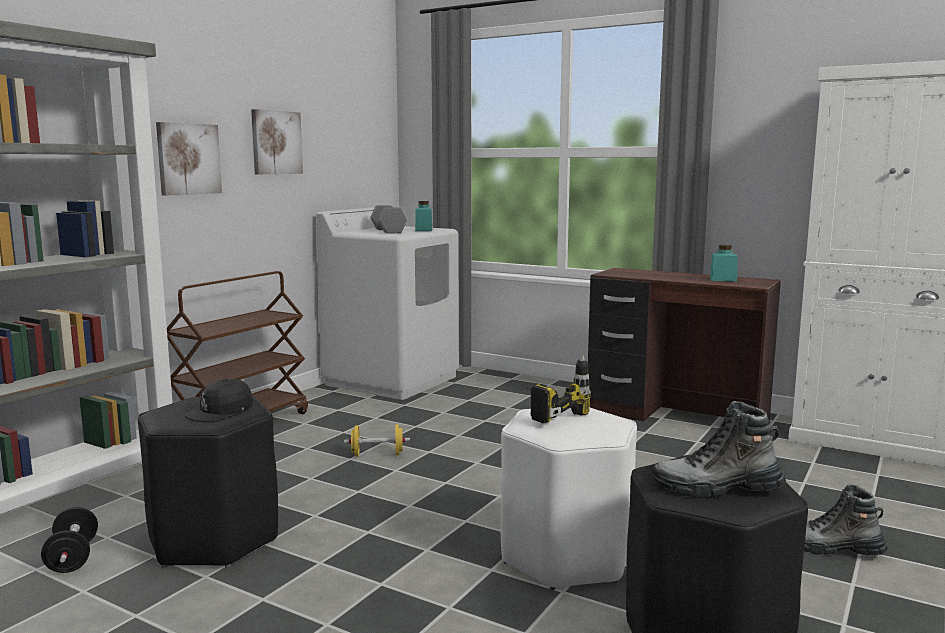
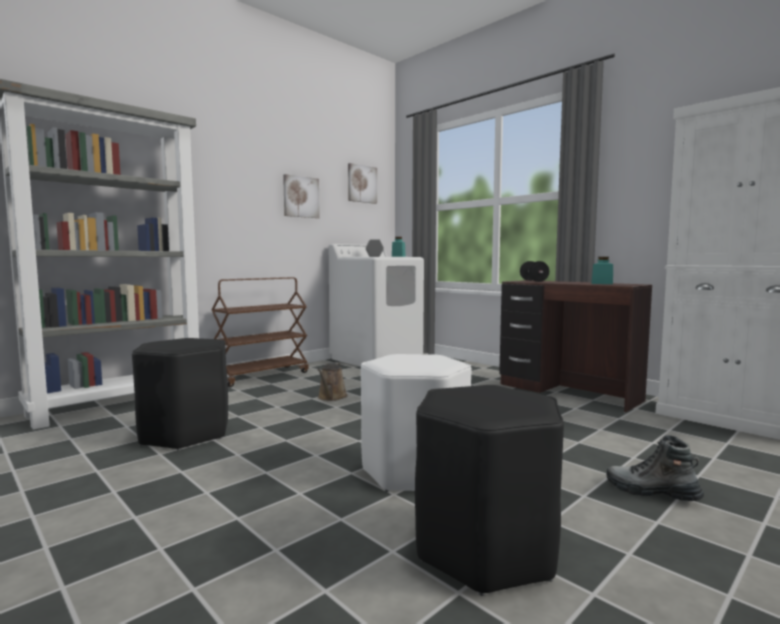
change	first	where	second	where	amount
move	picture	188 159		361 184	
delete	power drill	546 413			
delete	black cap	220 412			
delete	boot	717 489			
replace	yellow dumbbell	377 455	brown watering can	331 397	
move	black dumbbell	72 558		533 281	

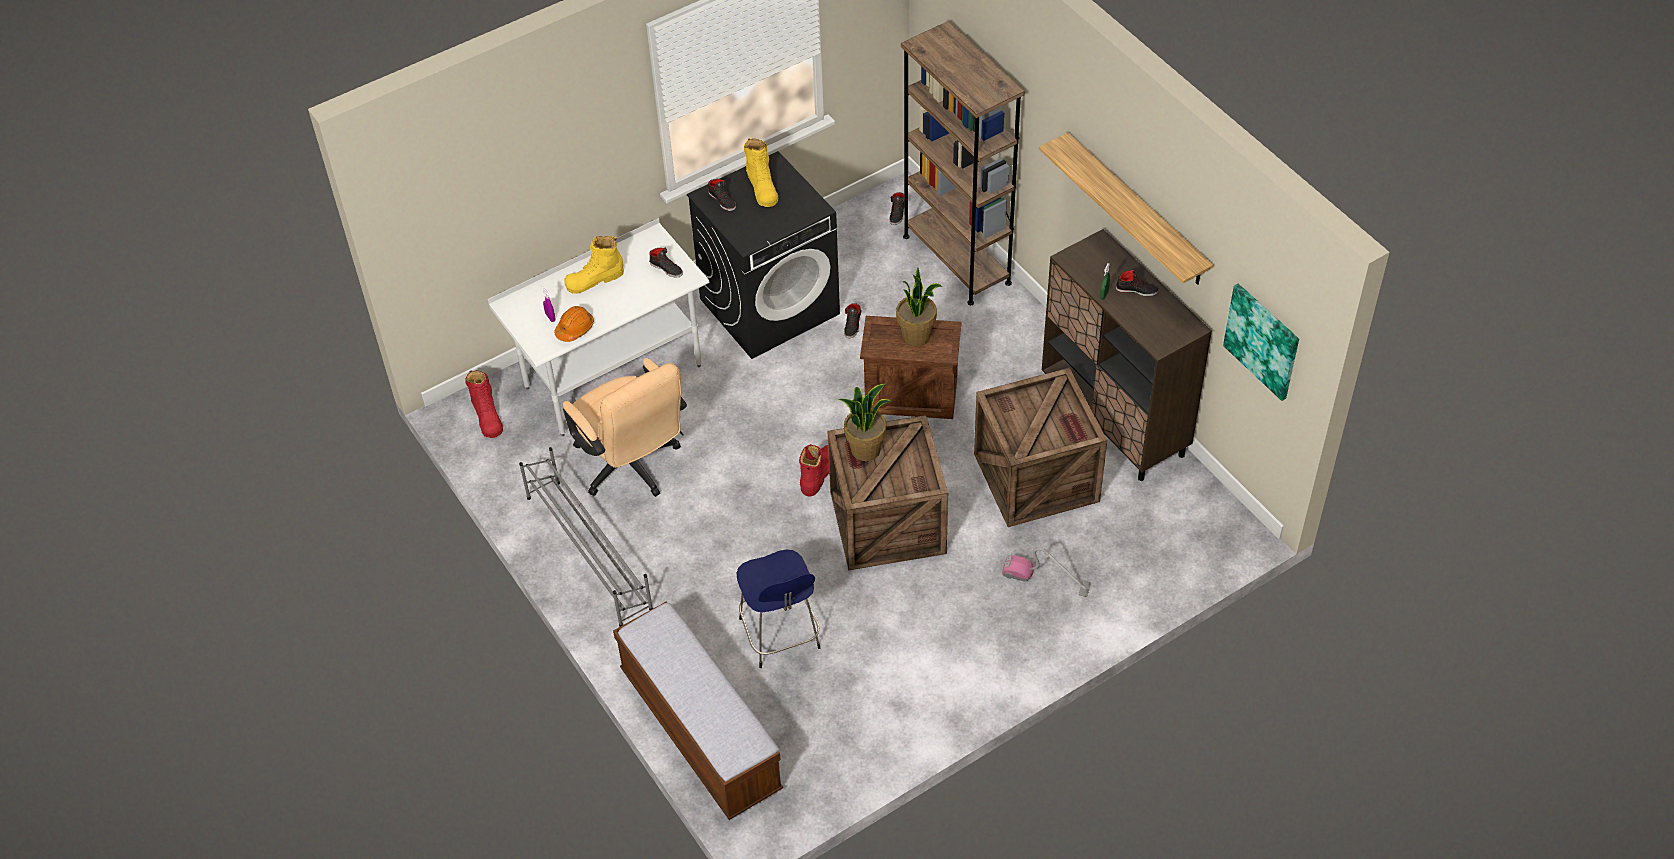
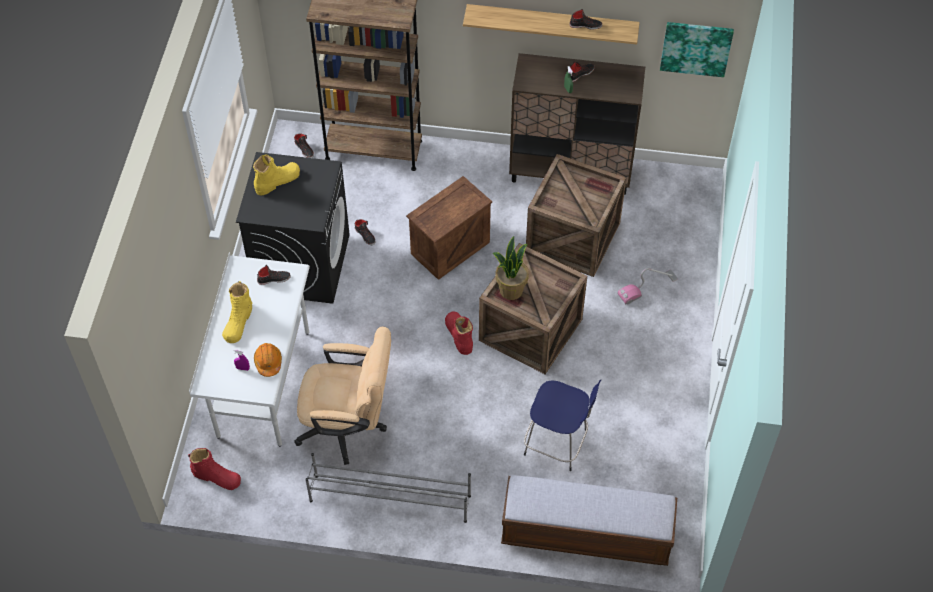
change	first	where	second	where	amount
rotate	yellow boot	762 187		277 181	60 degrees counterclockwise
move	black shoe	722 200		585 25	
delete	potted plant	917 336			

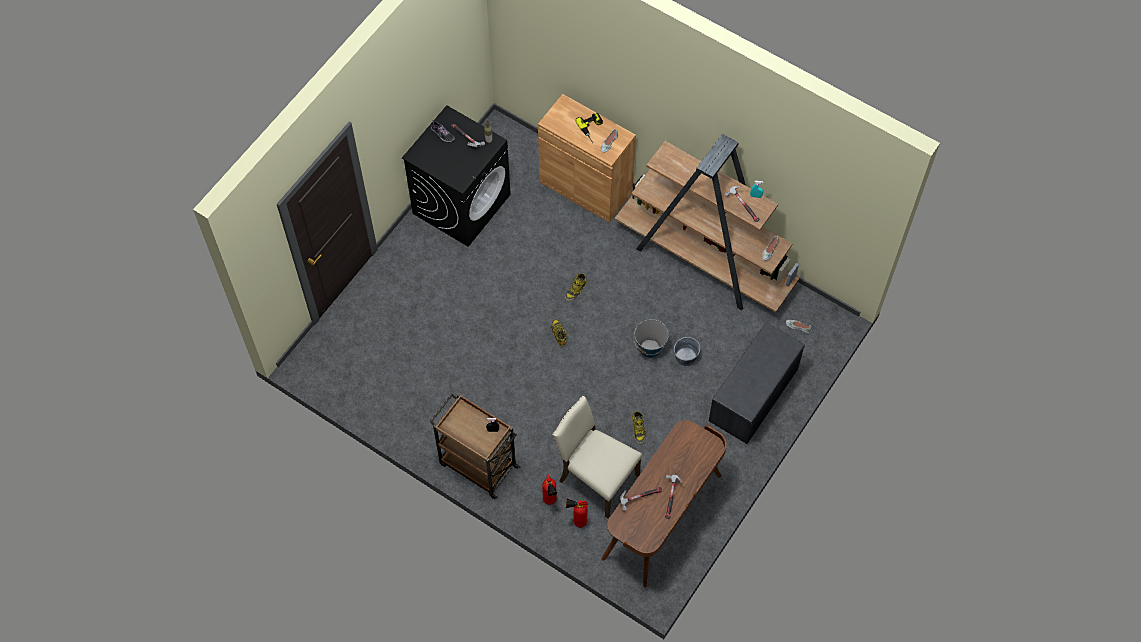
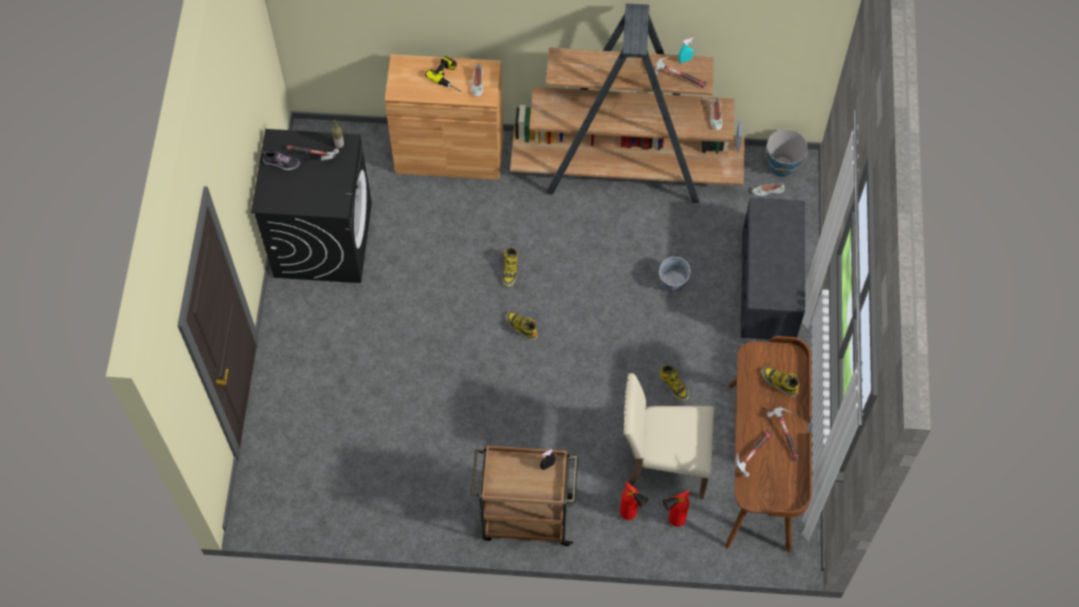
change	first	where	second	where	amount
move	bucket	650 348		782 166	
insert			boot	779 382	

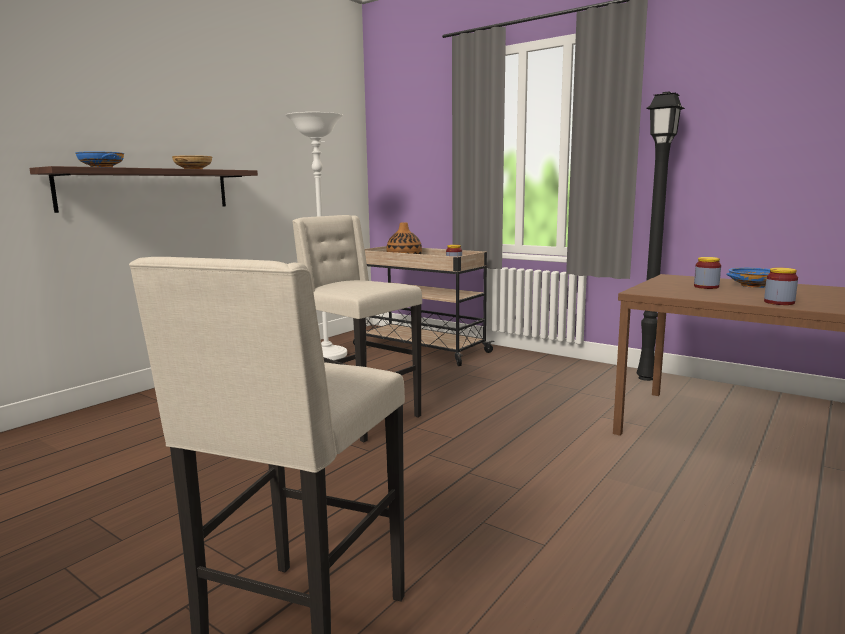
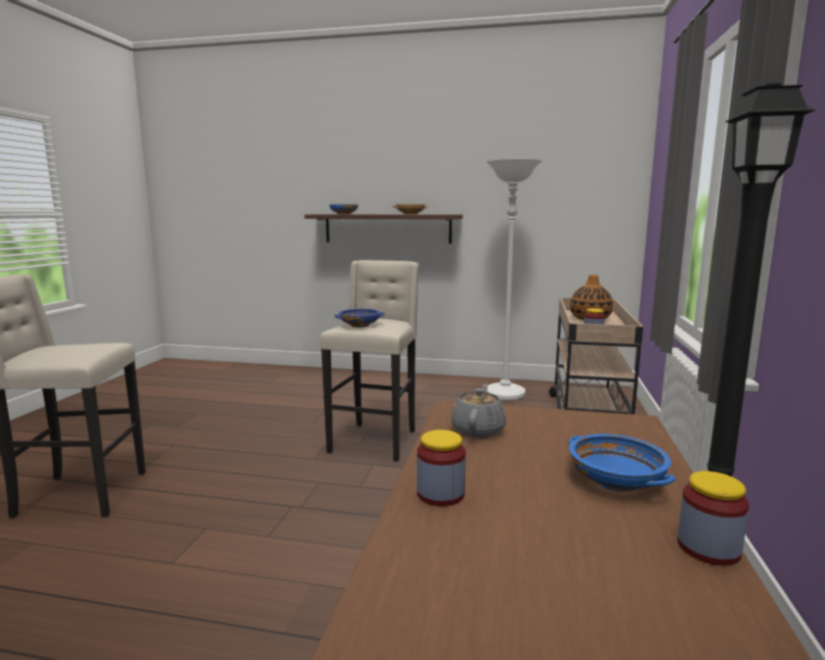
change	first	where	second	where	amount
move	jar	706 287		708 548	
insert			blue bowl	360 325	
insert			grey teapot	478 430	

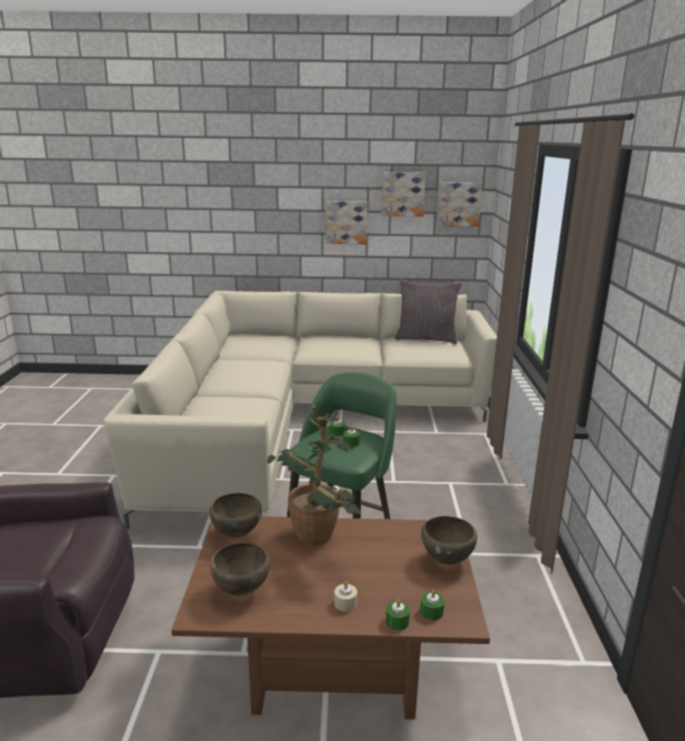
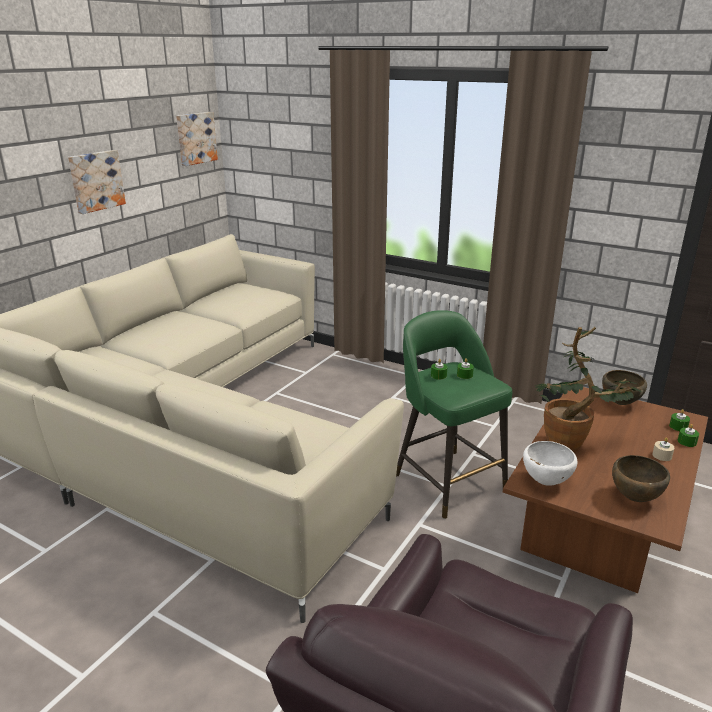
change	first	where	second	where	amount
delete	picture	403 194			
delete	grey pillow	426 339			
recolor	brown bowl	236 534	white bowl	545 482	

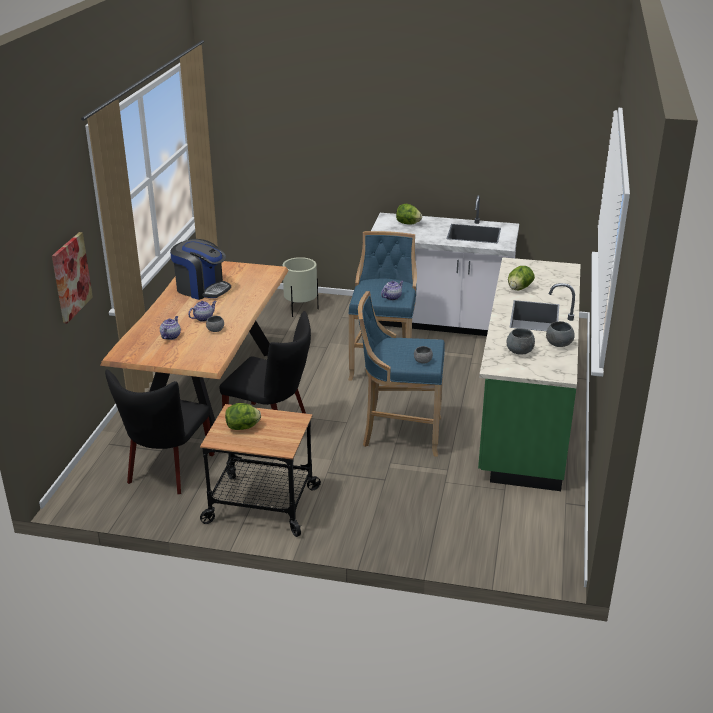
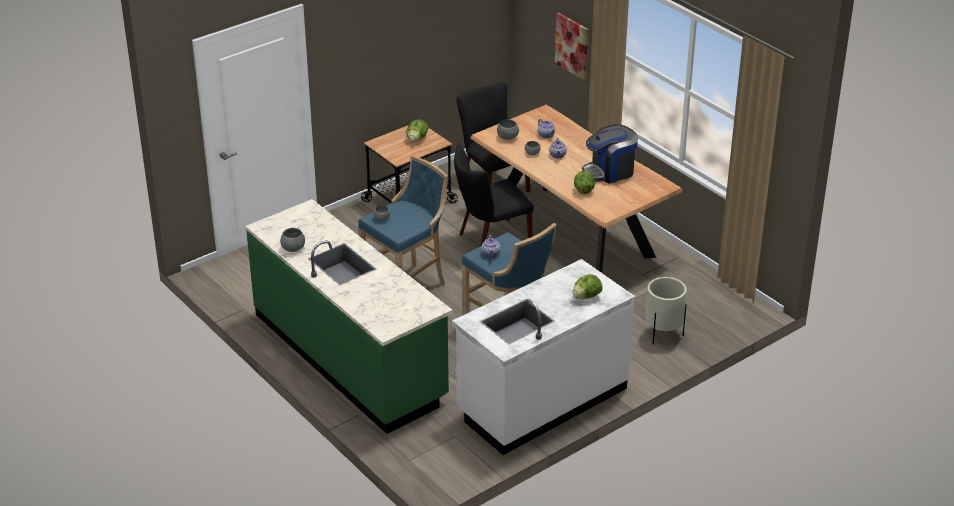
change	first	where	second	where	amount
move	lettuce	519 288		583 190	
move	grey bowl	519 352		507 137	

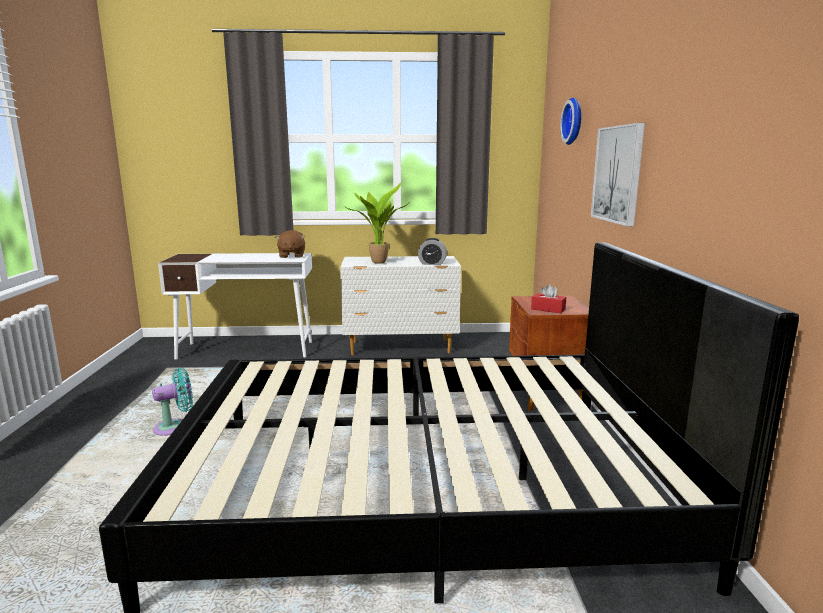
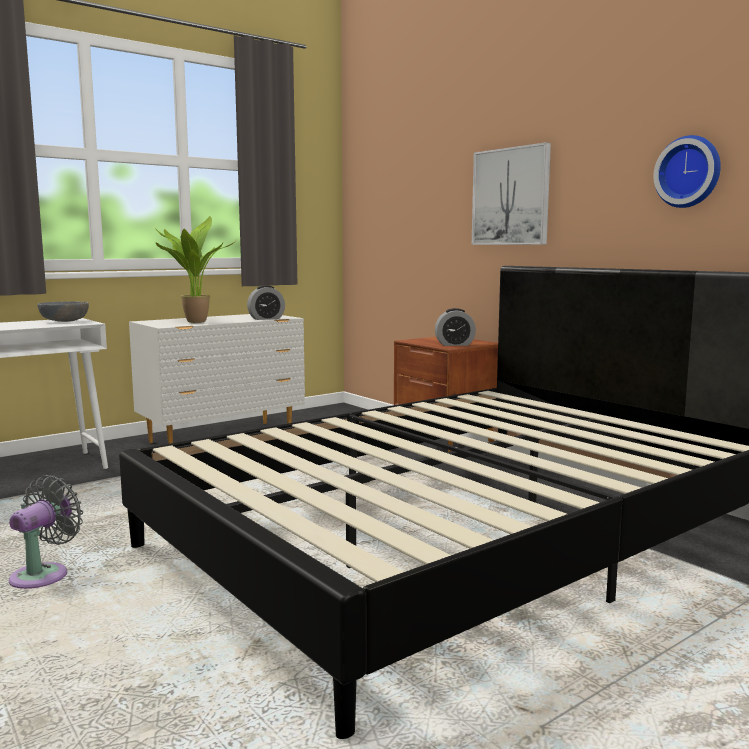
change	first	where	second	where	amount
move	wall clock	574 121		689 172	
replace	brown plush toy	291 256	grey bowl	64 321	
replace	red tissue box	548 309	alarm clock	454 344	
recolor	turquoise fan	175 427	grey fan	44 575	

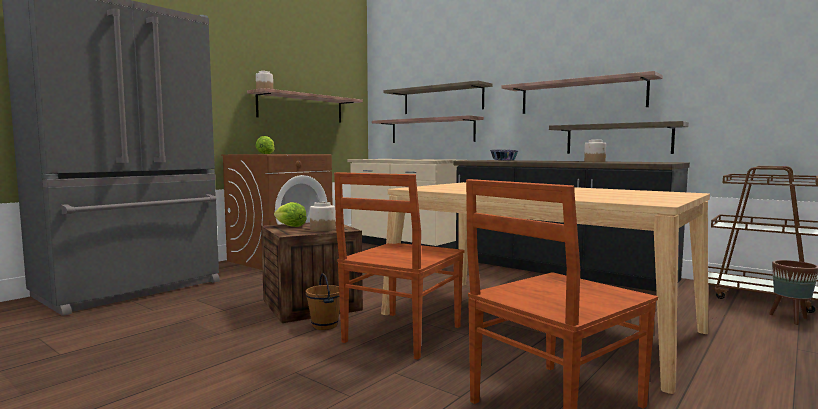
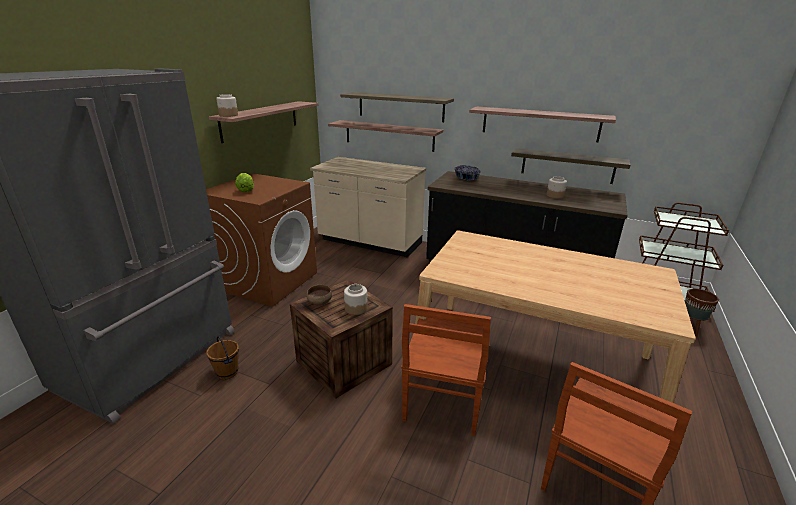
change	first	where	second	where	amount
replace	lettuce	290 226	brown bowl	319 302	
move	brown bucket	324 326		227 373	

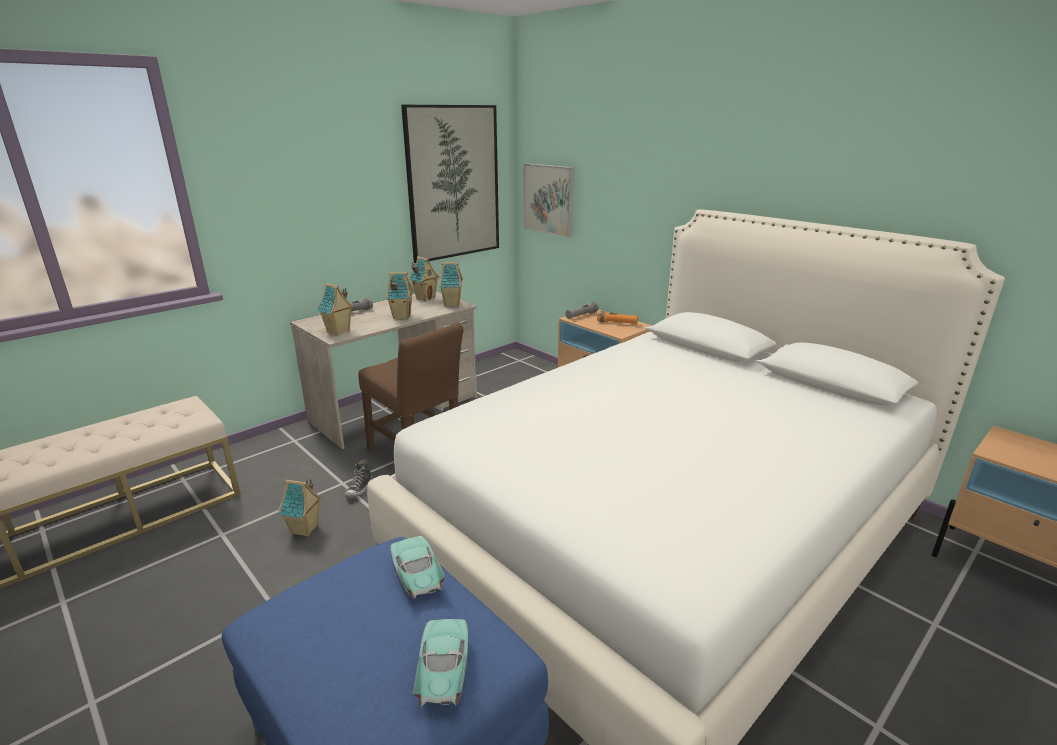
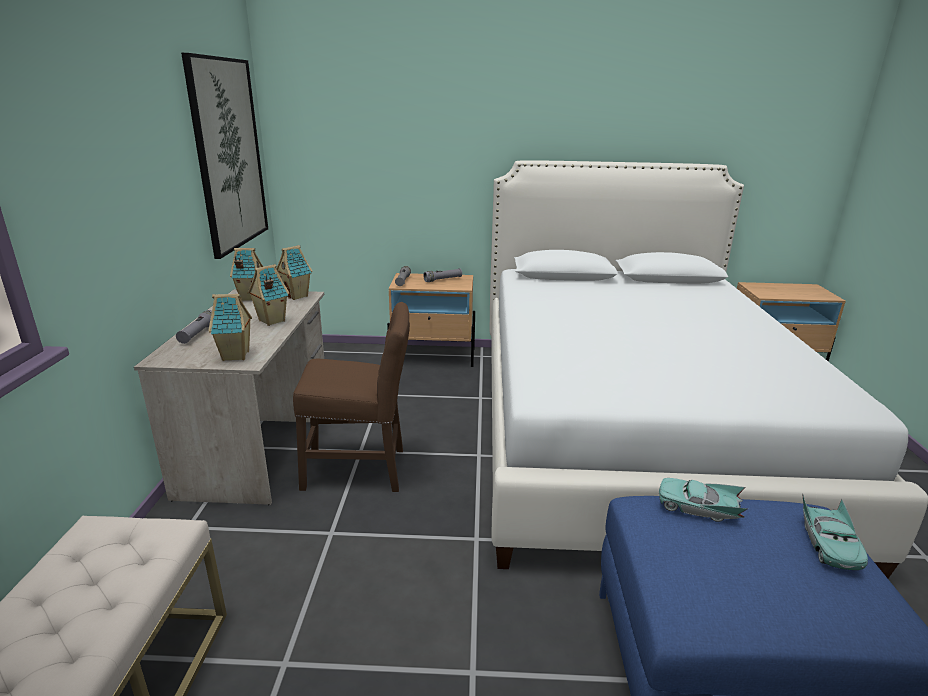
change	first	where	second	where	amount
delete	picture	548 199			
recolor	orange flashlight	617 323	grey flashlight	443 280	
delete	shoe	359 489			
delete	toy house	305 530			
rotate	turquoise toy car	444 670		828 543	120 degrees counterclockwise

